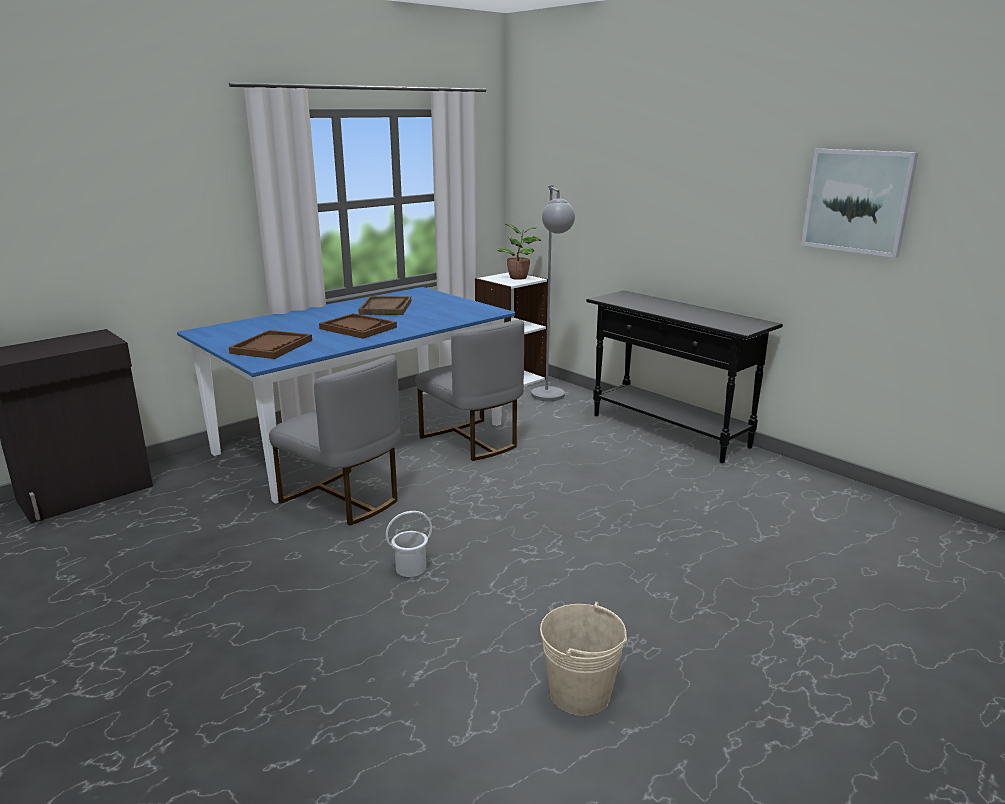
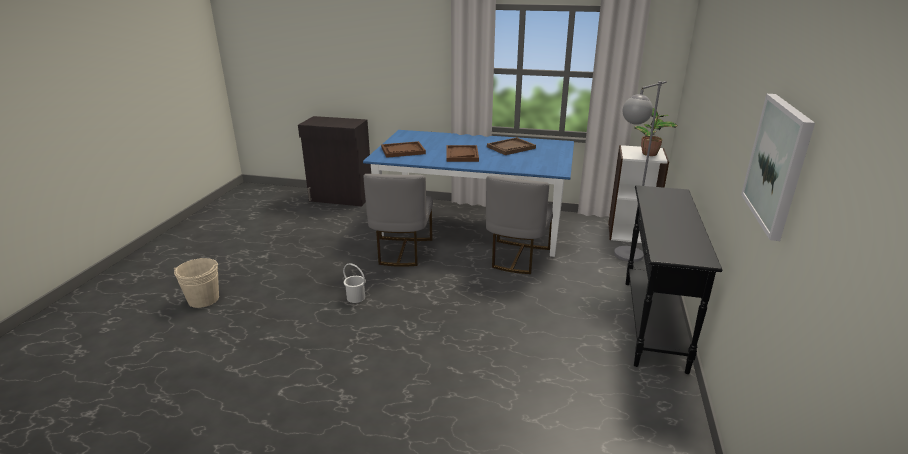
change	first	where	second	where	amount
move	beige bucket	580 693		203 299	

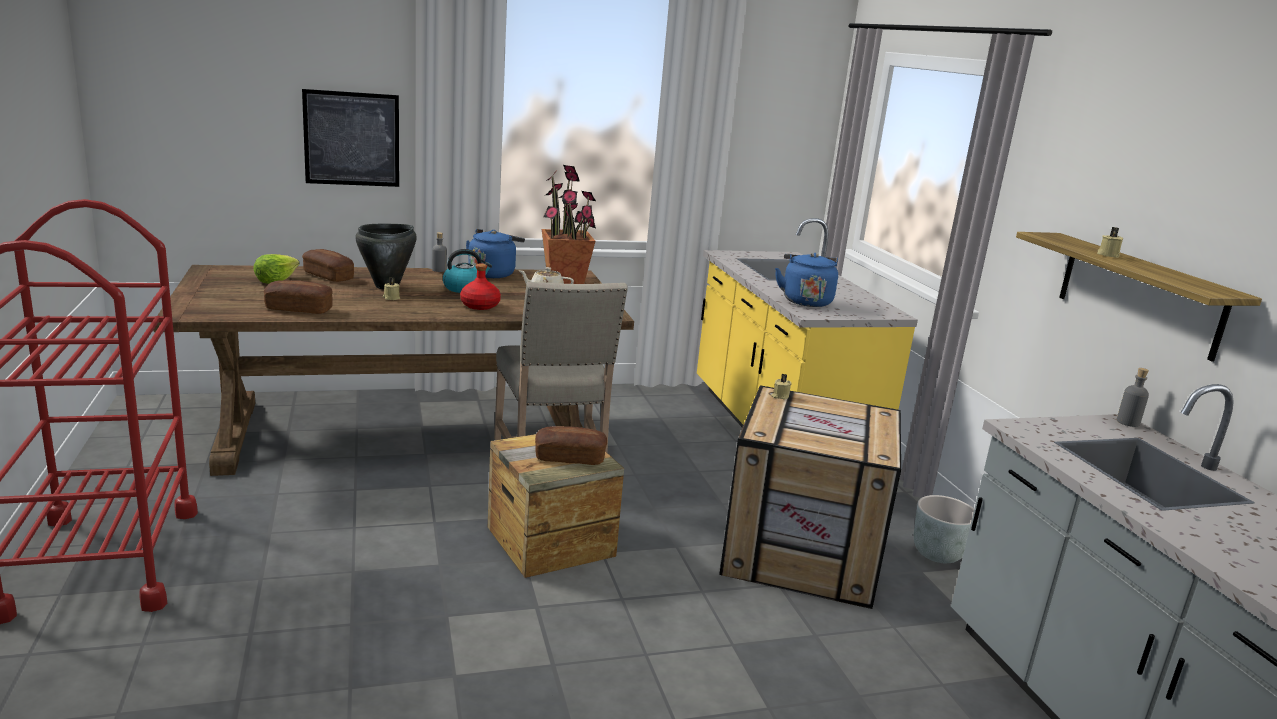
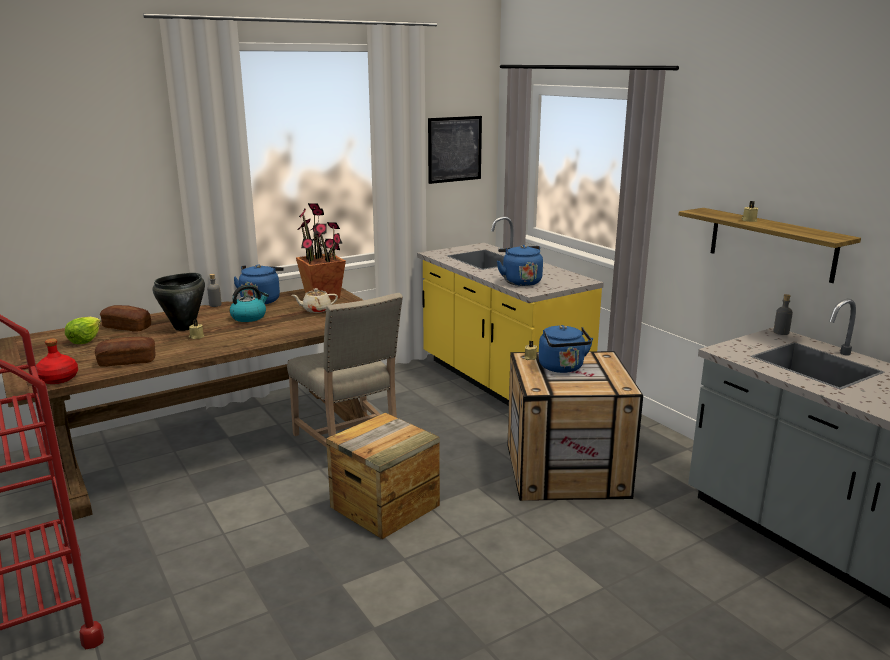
change	first	where	second	where	amount
move	picture	352 139		454 149	
move	red bottle	480 306		58 378	
delete	bread	570 458			
delete	grey planter	938 554			
insert			blue kettle	562 368	

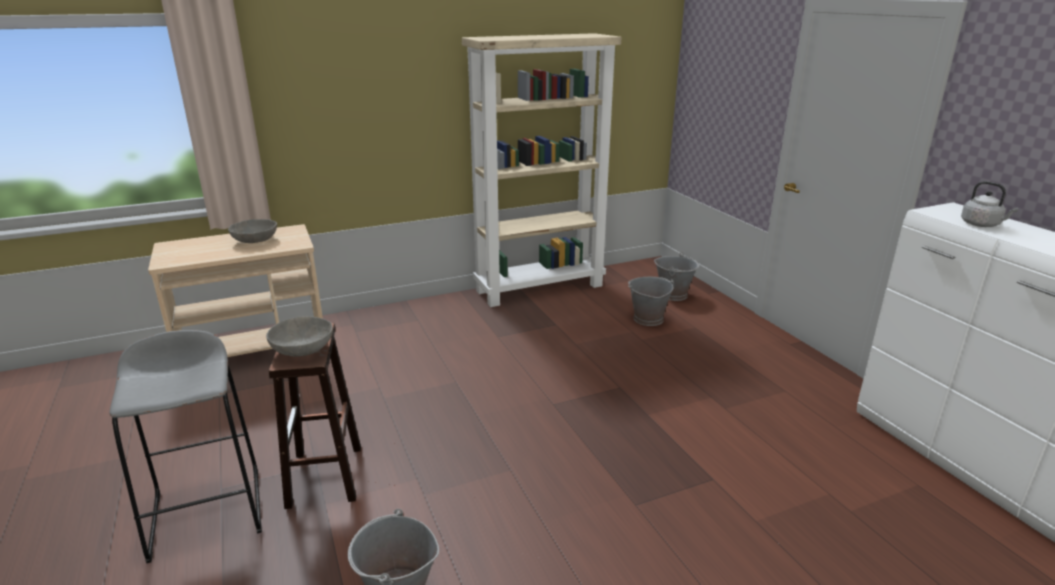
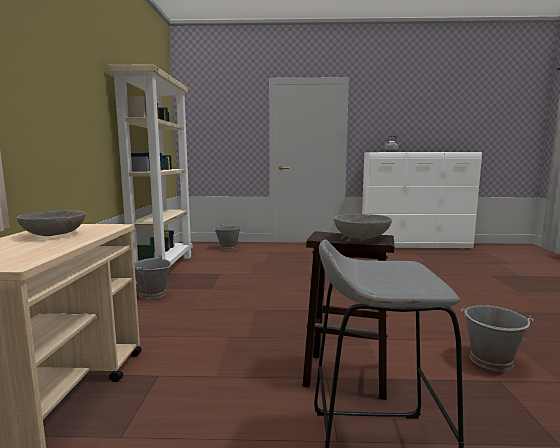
change	first	where	second	where	amount
move	grey bucket	647 319		152 294	

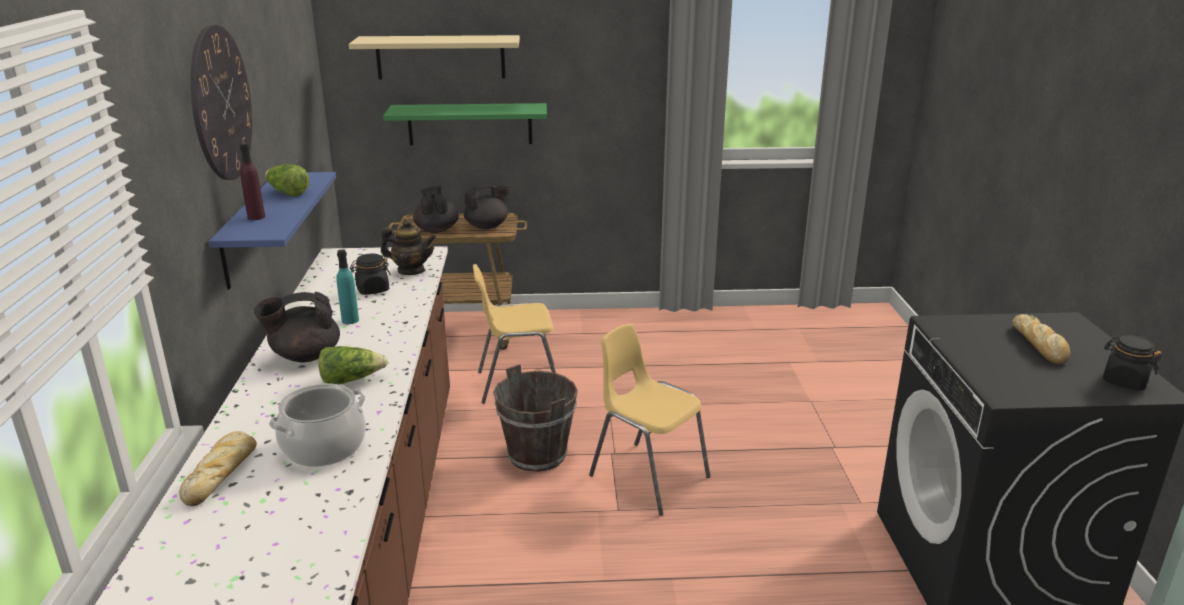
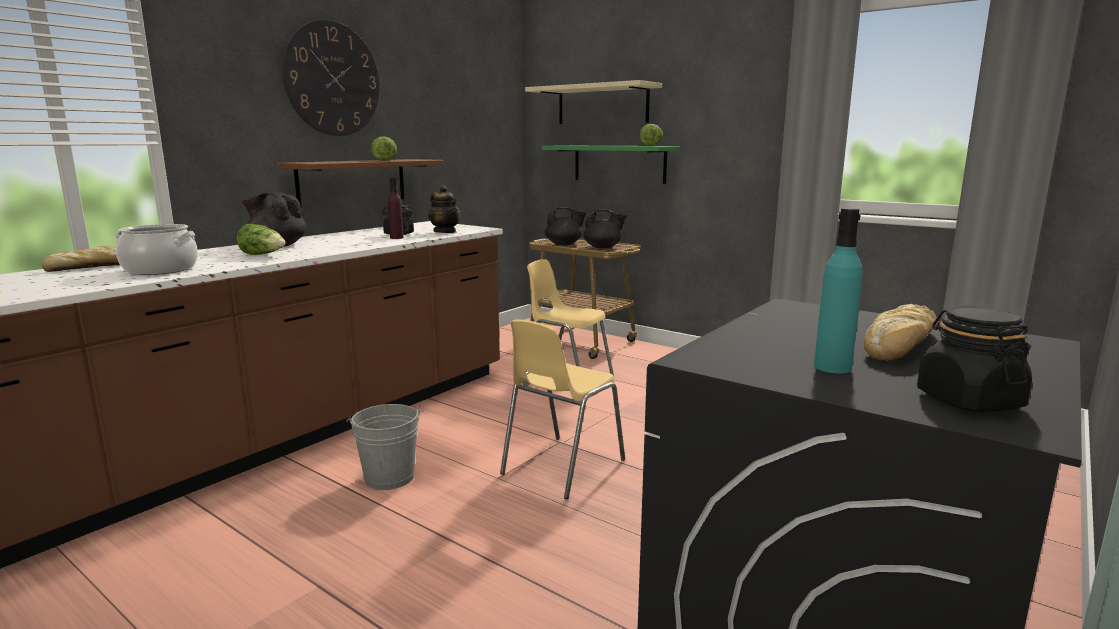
change	first	where	second	where	amount
move	purple bottle	256 217		396 238	
recolor	blue shelf	250 229	brown shelf	352 182	
rotate	black teapot	436 230		564 244	60 degrees clockwise
move	turquoise bottle	350 320		832 367	
rotate	yellow chair	648 476		561 467	135 degrees counterclockwise
delete	brown bucket	538 455			
insert			lettuce	651 145	
insert			grey bucket	389 477	

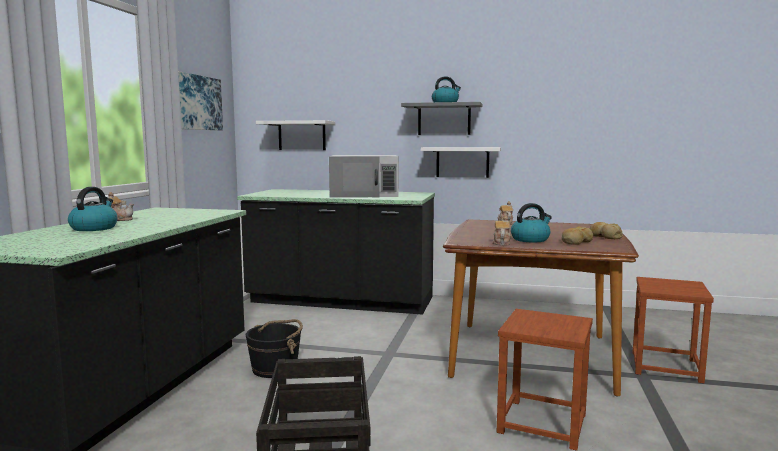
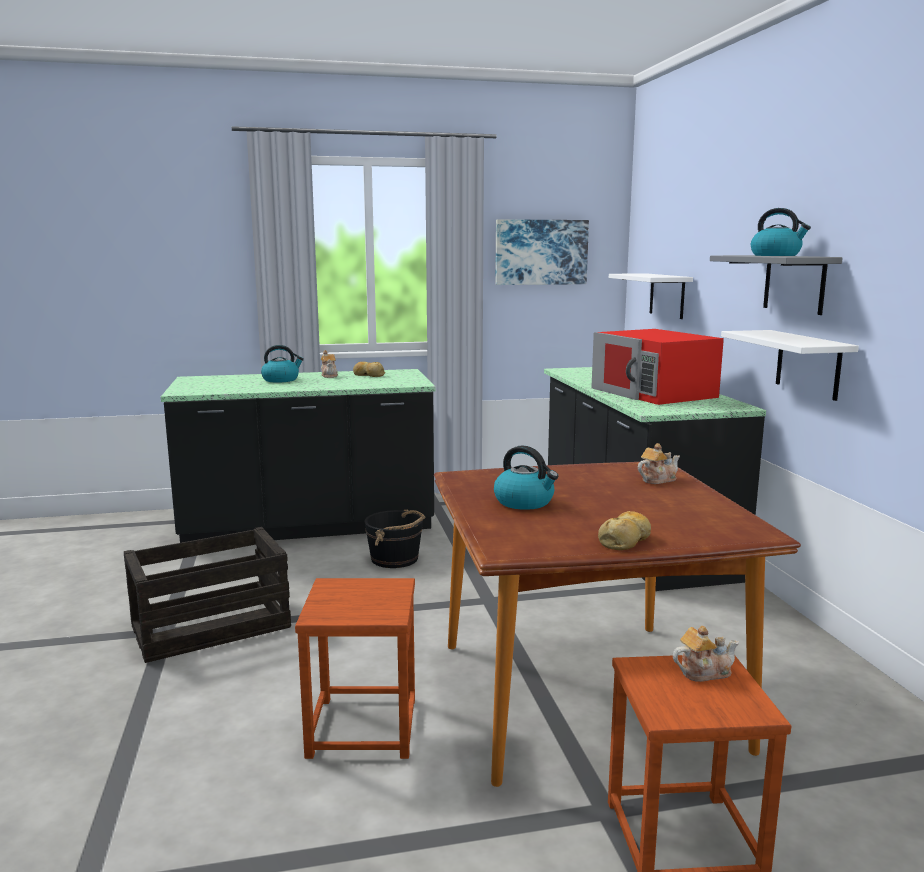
change	first	where	second	where	amount
recolor	white microwave	365 194	red microwave	654 393	
move	teapot	501 243		703 672	
move	bread	576 242		368 375	

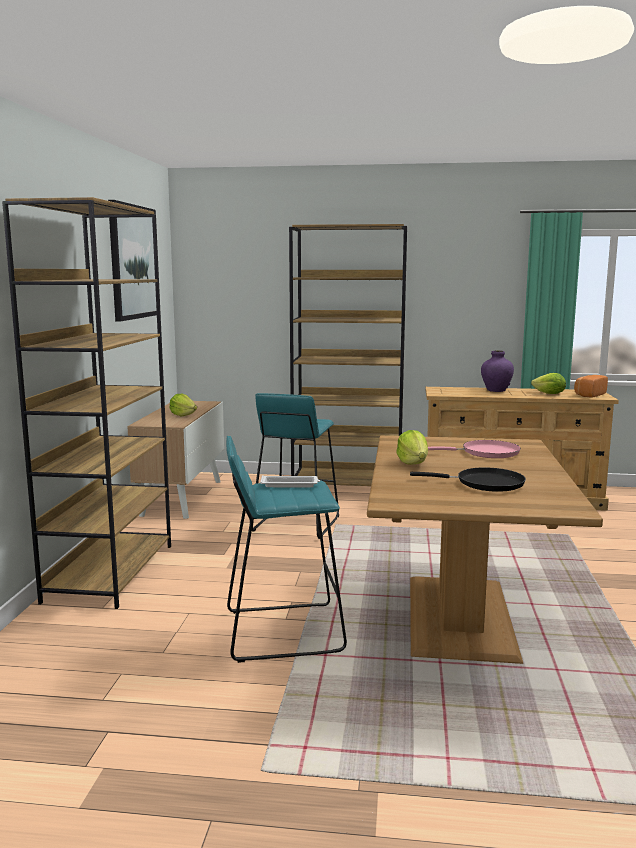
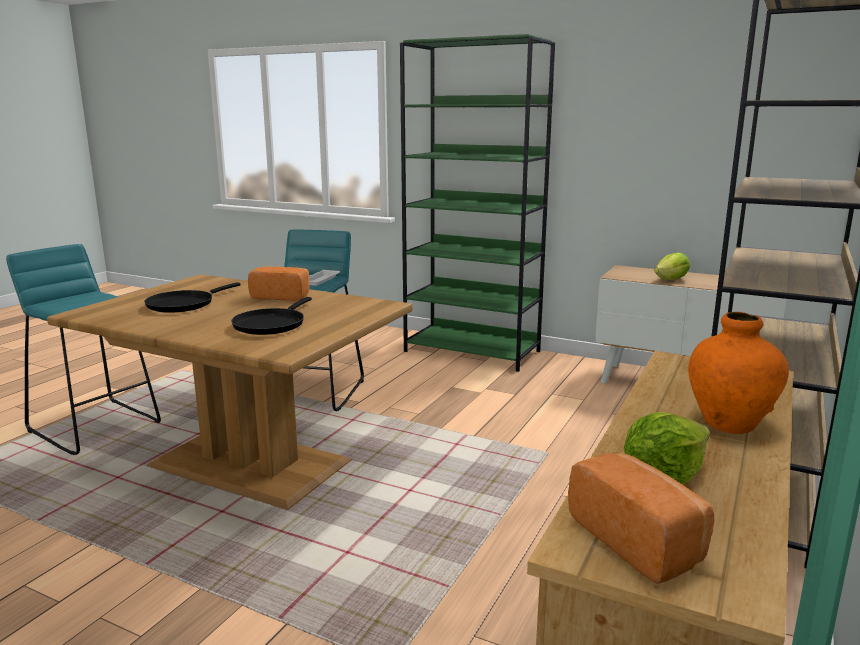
change	first	where	second	where	amount
recolor	brown bookcase	110 572	green bookcase	473 351	
delete	picture	134 262			
recolor	purple vase	496 390	orange vase	729 423	
move	turquoise stool	295 523		95 426	
replace	lettuce	413 463	bread	282 296	
recolor	pink frying pan	486 453	black frying pan	271 324	

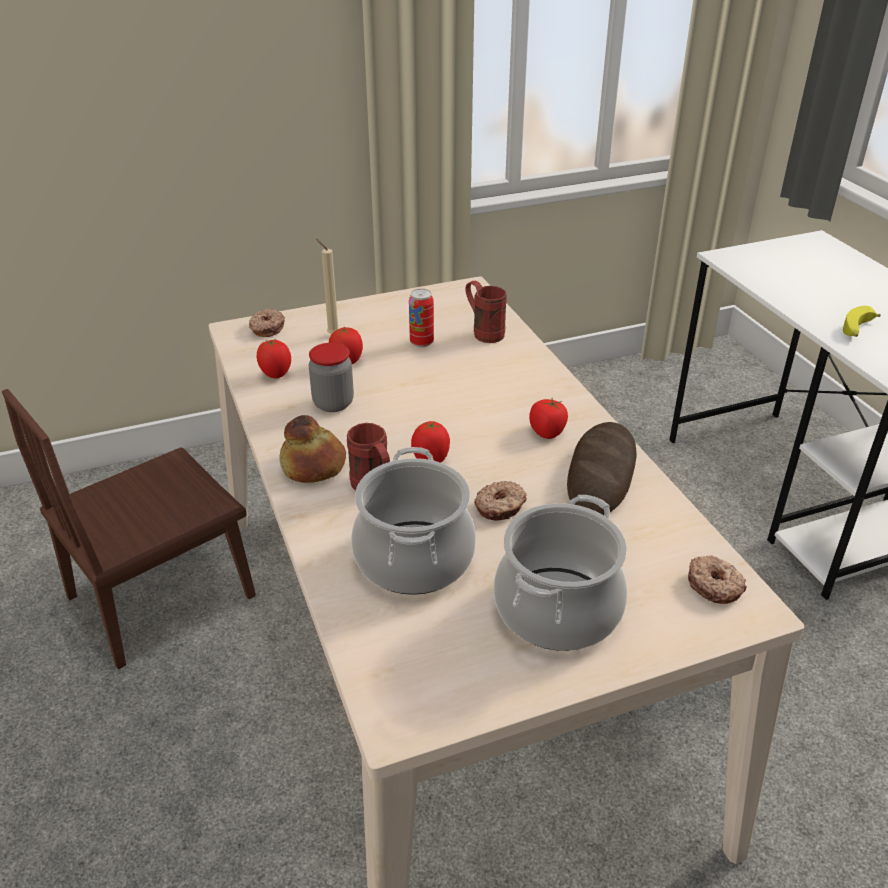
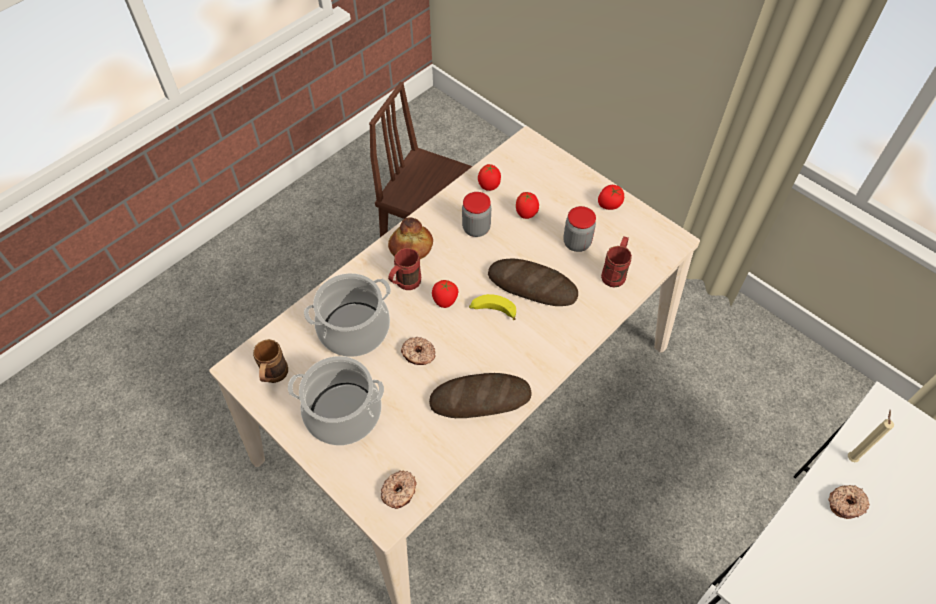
change	first	where	second	where	amount
move	beige candle	331 334		851 457	
replace	can	421 342	jar	576 243	
move	banana	858 329		492 311	
move	donut	266 328		845 503	
move	tomato	547 432		609 204	
insert			bread	532 286	
insert			brown mug	273 377	

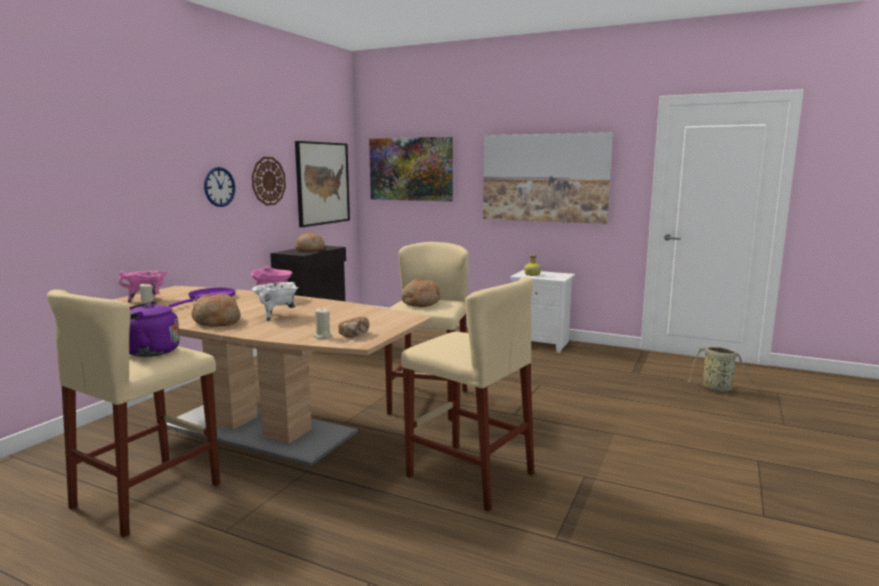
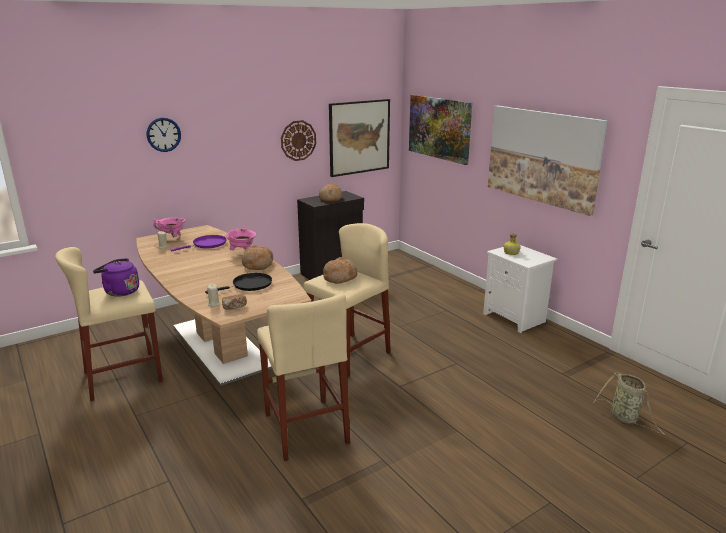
change	first	where	second	where	amount
move	wall clock	219 187		163 134	
delete	white cooking pot	276 316			
move	bread	216 321		257 264	
insert			black frying pan	249 285	

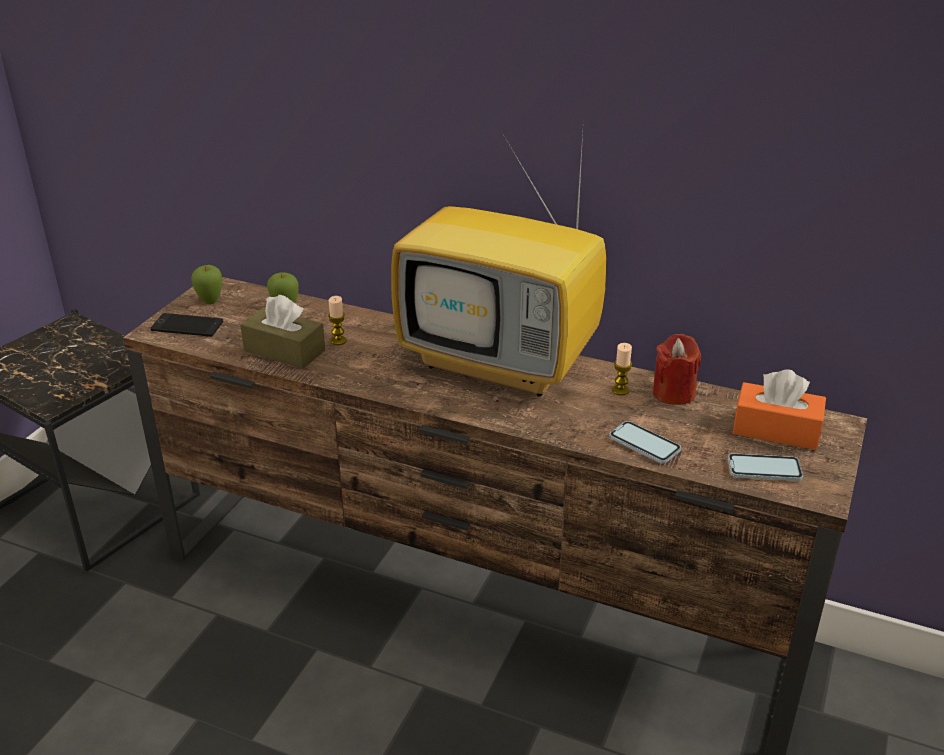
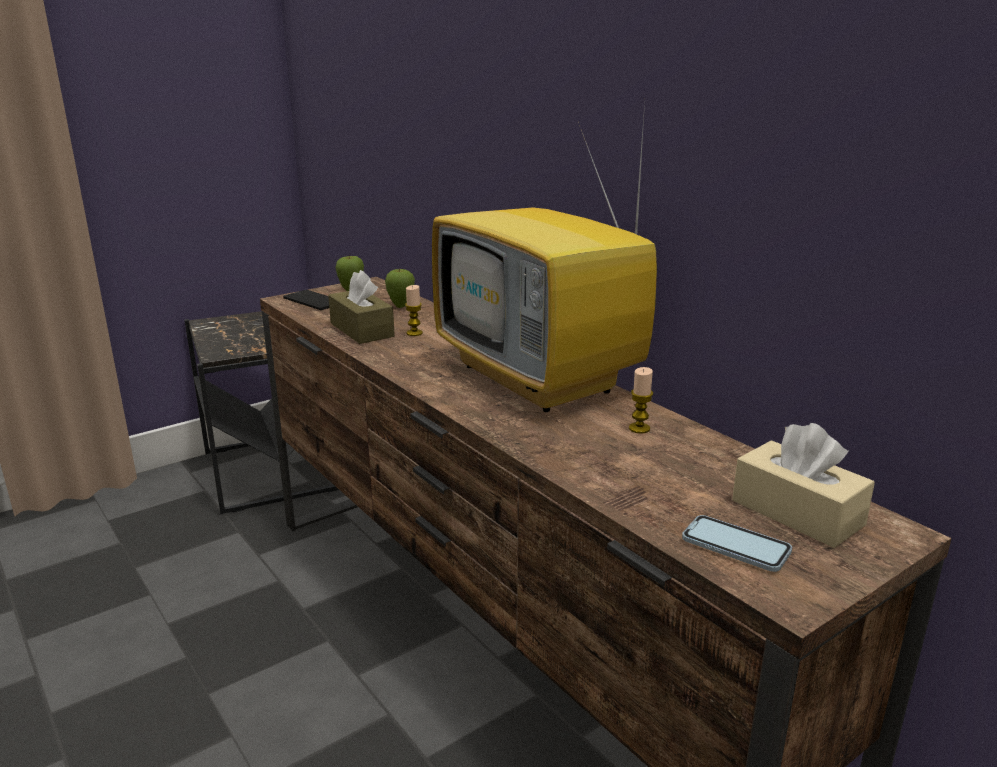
change	first	where	second	where	amount
delete	red candle	673 393			
recolor	orange tissue box	776 430	beige tissue box	797 512	
delete	phone	644 444			

